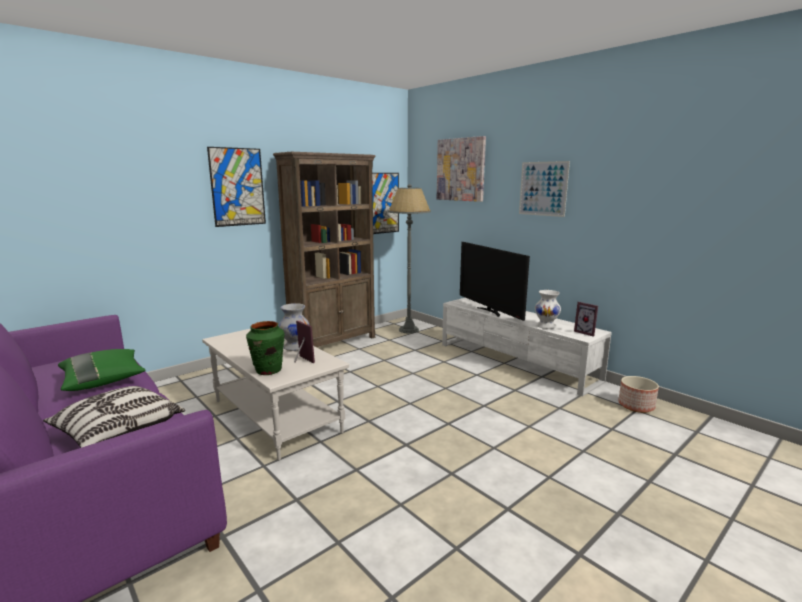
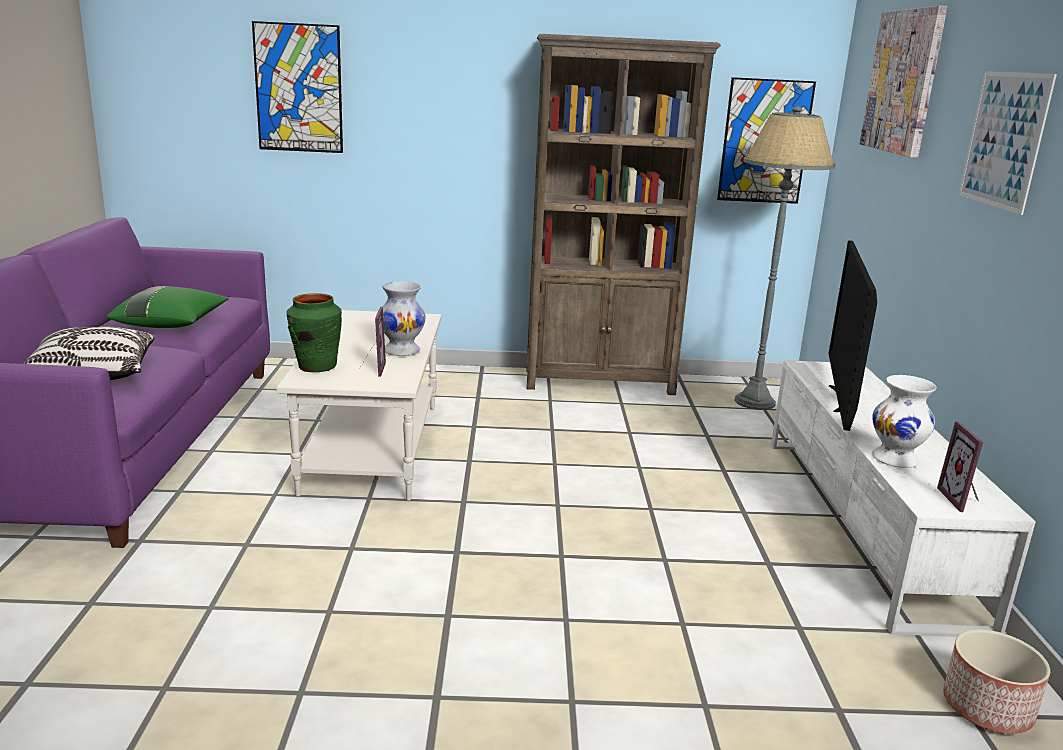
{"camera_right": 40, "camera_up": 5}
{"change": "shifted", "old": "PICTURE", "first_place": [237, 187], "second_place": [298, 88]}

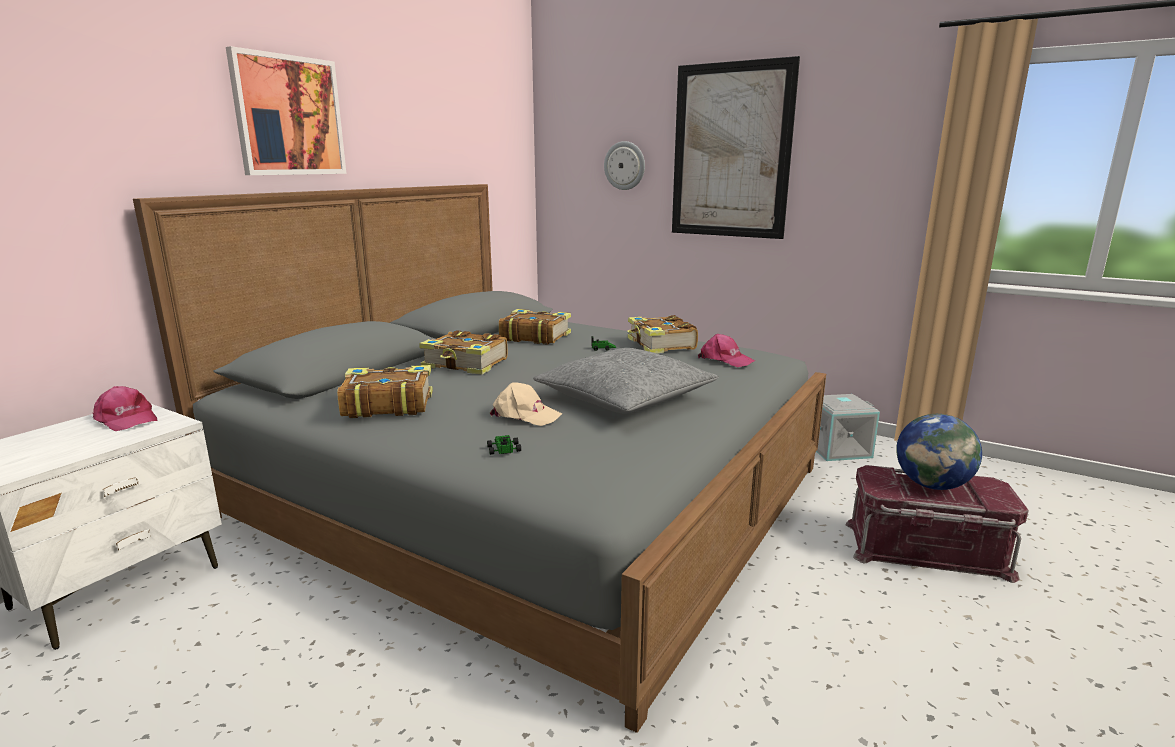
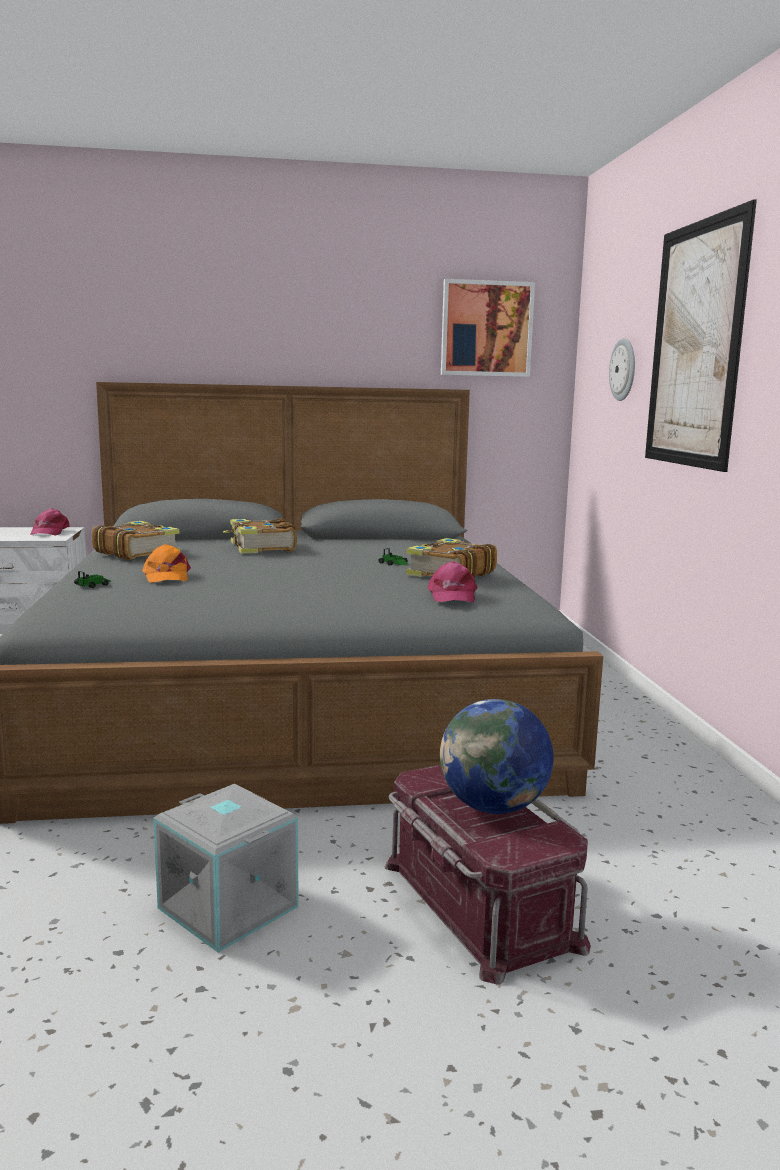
{"camera_right": 50, "camera_up": -5}
{"change": "gone", "old": "VOLUME", "first_place": [534, 336]}
{"change": "gone", "old": "GREY CUSHION", "first_place": [624, 398]}
{"change": "shifted", "old": "PICTURE", "first_place": [288, 116], "second_place": [486, 329]}
{"change": "shifted", "old": "GREY STORAGE BOX", "first_place": [837, 448], "second_place": [230, 906]}
{"change": "repainted", "old": "BEIGE PEAKED CAP", "new": "ORANGEY PEAKED CAP", "first_place": [525, 415], "second_place": [166, 576]}

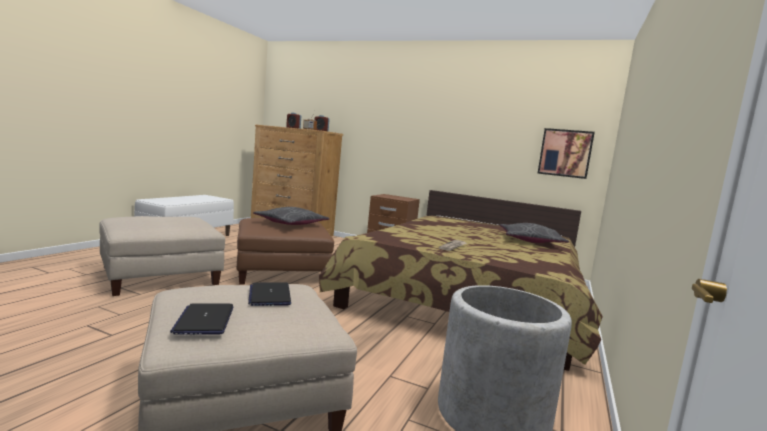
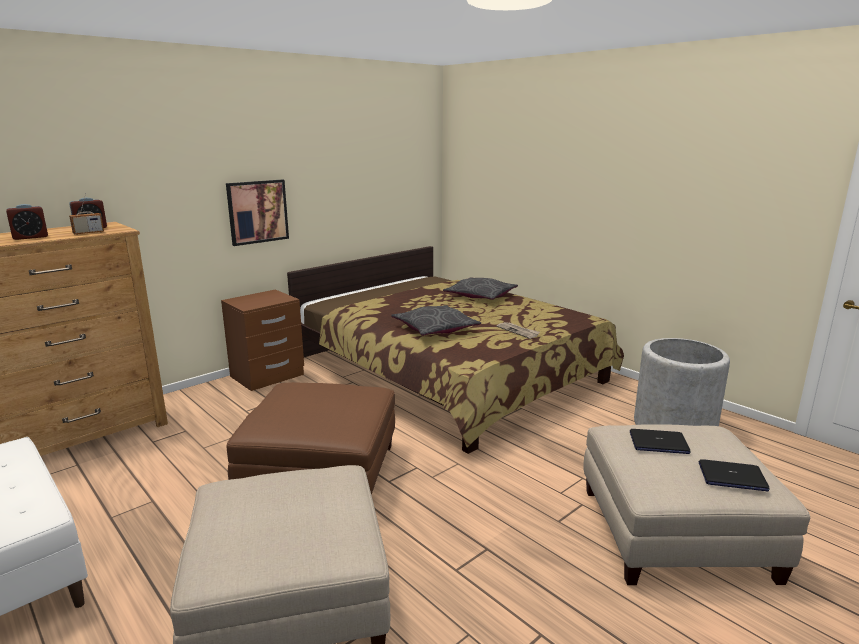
{"camera_right": -65, "camera_up": 10}
{"change": "shifted", "old": "GREY CUSHION", "first_place": [291, 223], "second_place": [435, 329]}
{"change": "shifted", "old": "PICTURE", "first_place": [565, 153], "second_place": [257, 211]}

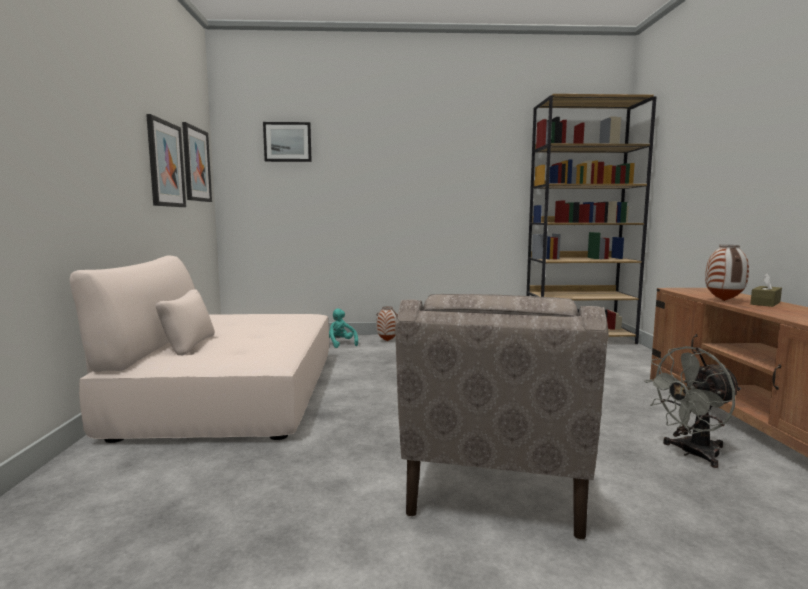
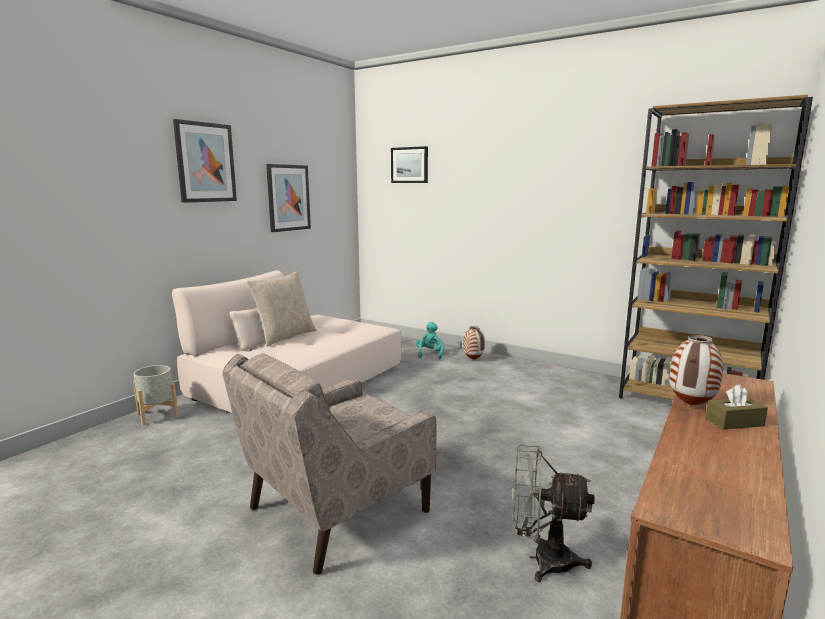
{"camera_right": 35, "camera_up": 5}
{"change": "new", "new": "GREY PLANT POT", "second_place": [157, 415]}
{"change": "new", "new": "BEIGE CUSHION", "second_place": [285, 336]}
{"change": "shifted", "old": "PICTURE", "first_place": [196, 164], "second_place": [205, 162]}

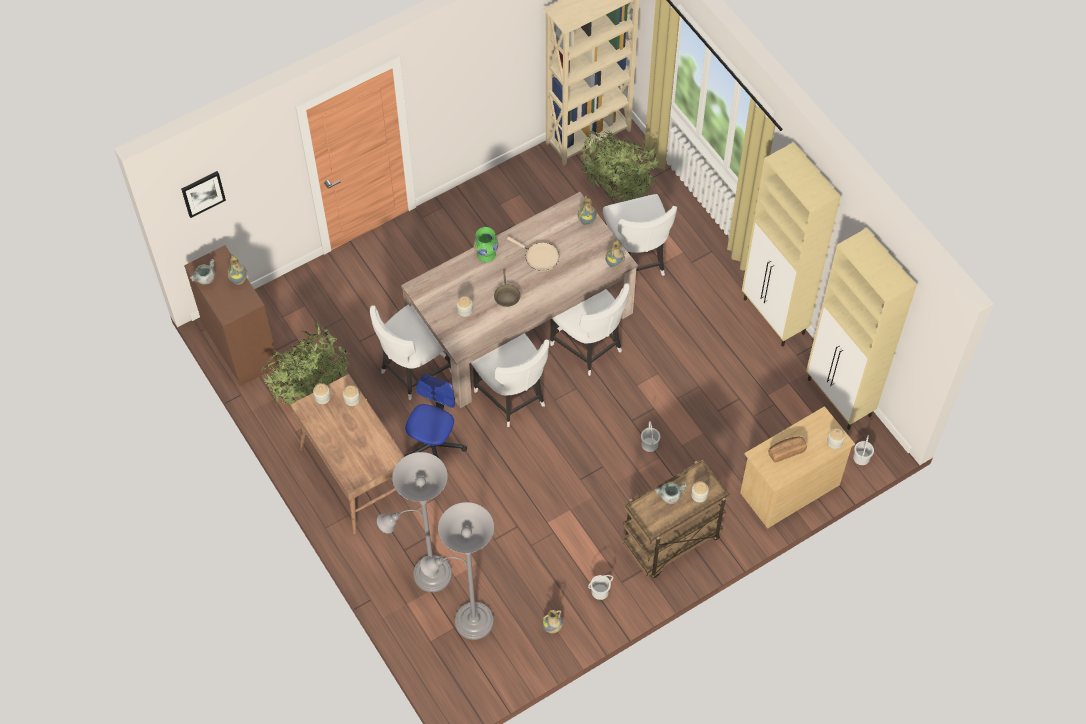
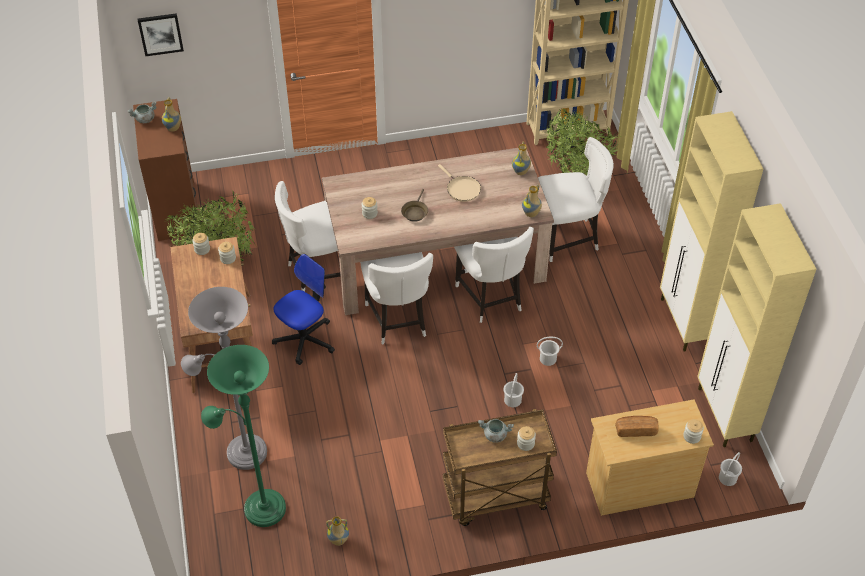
{"camera_right": 20, "camera_up": -10}
{"change": "gone", "old": "GREEN-COLOURED DECORATIVE VASE", "first_place": [486, 254]}
{"change": "shifted", "old": "WHITISH WATER BUCKET", "first_place": [600, 592], "second_place": [548, 359]}
{"change": "repainted", "old": "GREY STANDARD LAMP", "new": "GREEN-COLOURED STANDARD LAMP", "first_place": [468, 621], "second_place": [259, 507]}
{"change": "rotated", "old": "WHITISH PLAIN CHAIR", "first_place": [636, 261], "second_place": [569, 238], "degrees": -105}

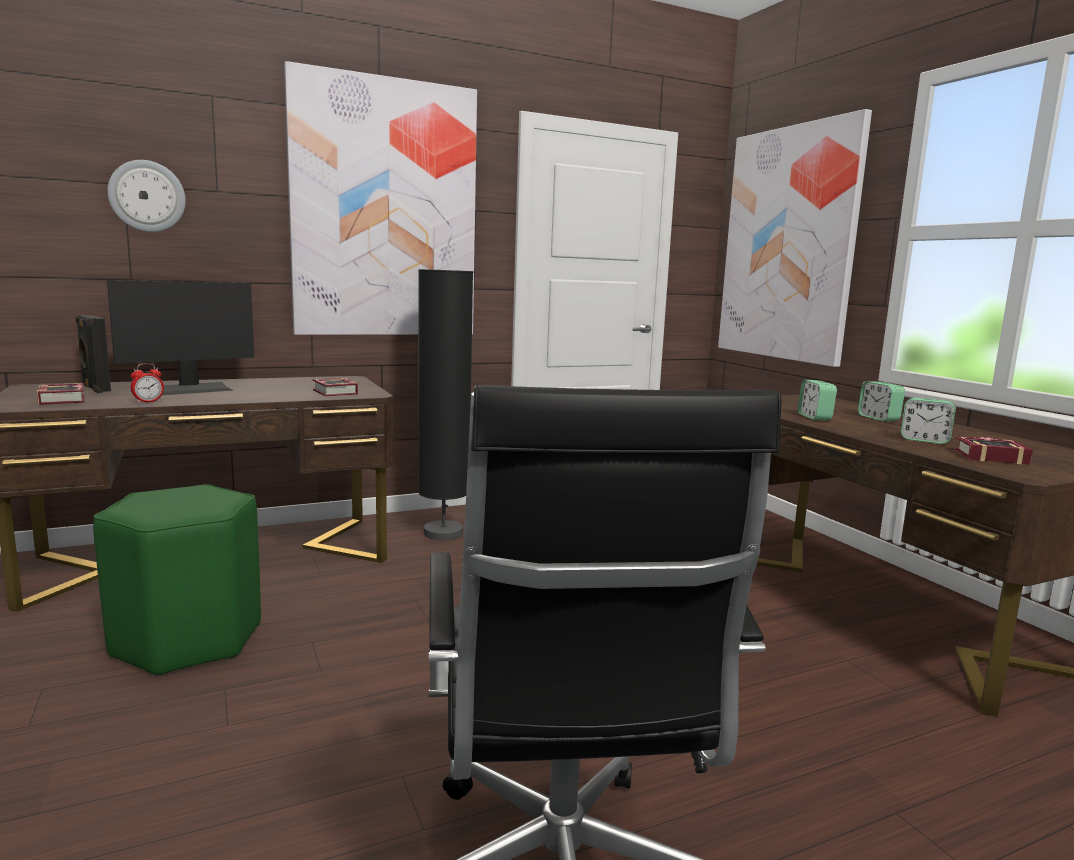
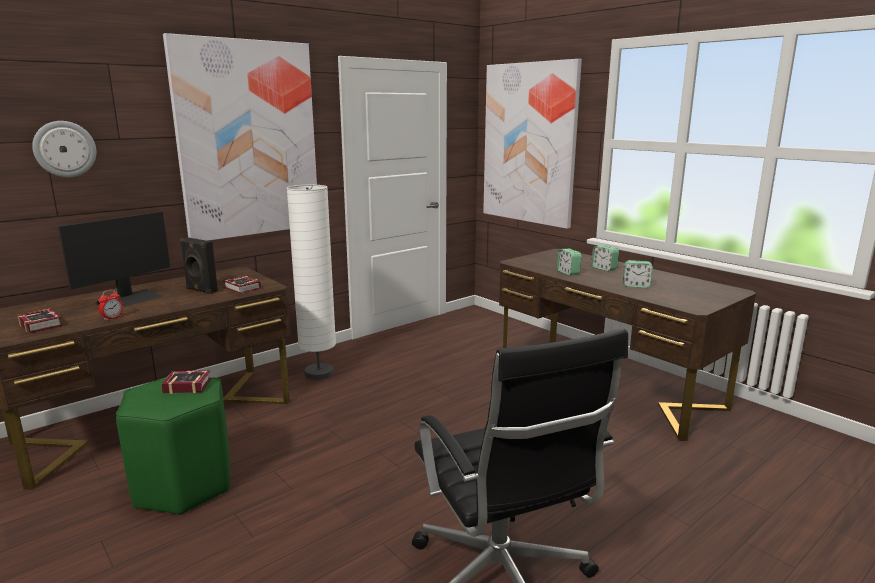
{"camera_right": -15, "camera_up": 5}
{"change": "shifted", "old": "BLACK AUDIO SPEAKER", "first_place": [95, 389], "second_place": [201, 290]}
{"change": "shifted", "old": "VOLUME", "first_place": [986, 456], "second_place": [186, 385]}
{"change": "repainted", "old": "BLACK STANDARD LAMP", "new": "WHITISH STANDARD LAMP", "first_place": [443, 533], "second_place": [319, 373]}

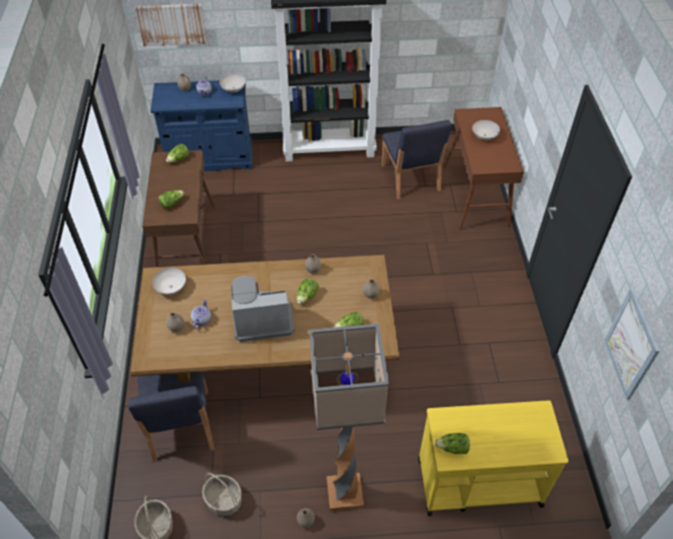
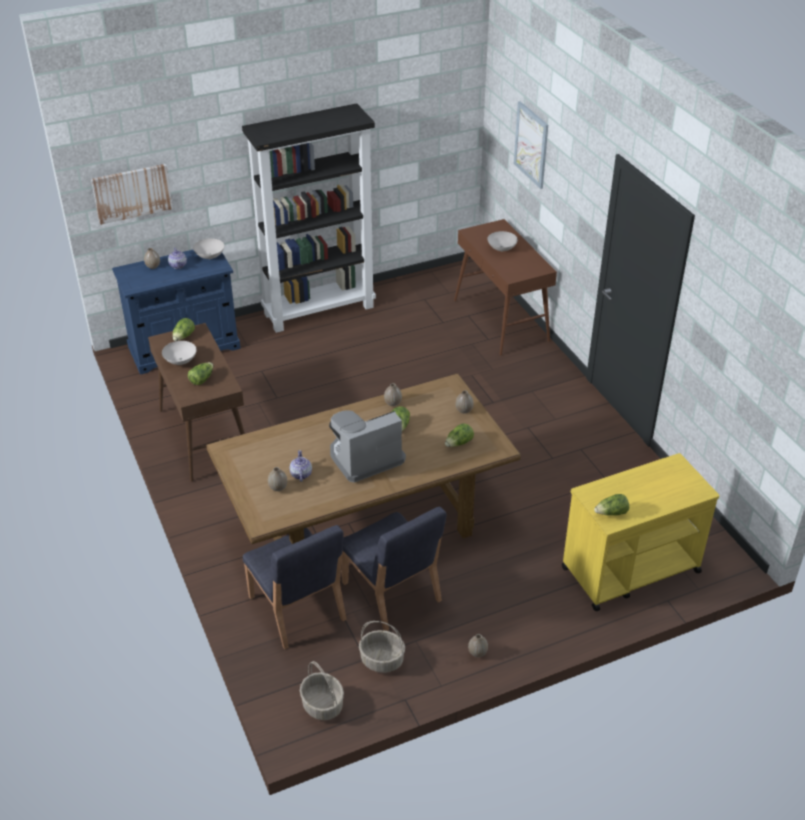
{"camera_right": -20, "camera_up": -10}
{"change": "gone", "old": "STANDARD LAMP", "first_place": [344, 494]}
{"change": "shifted", "old": "WHITISH BOWL", "first_place": [170, 287], "second_place": [180, 361]}
{"change": "shifted", "old": "BLUISH PLAIN CHAIR", "first_place": [410, 178], "second_place": [391, 592]}
{"change": "shifted", "old": "PICTURE", "first_place": [631, 344], "second_place": [531, 144]}

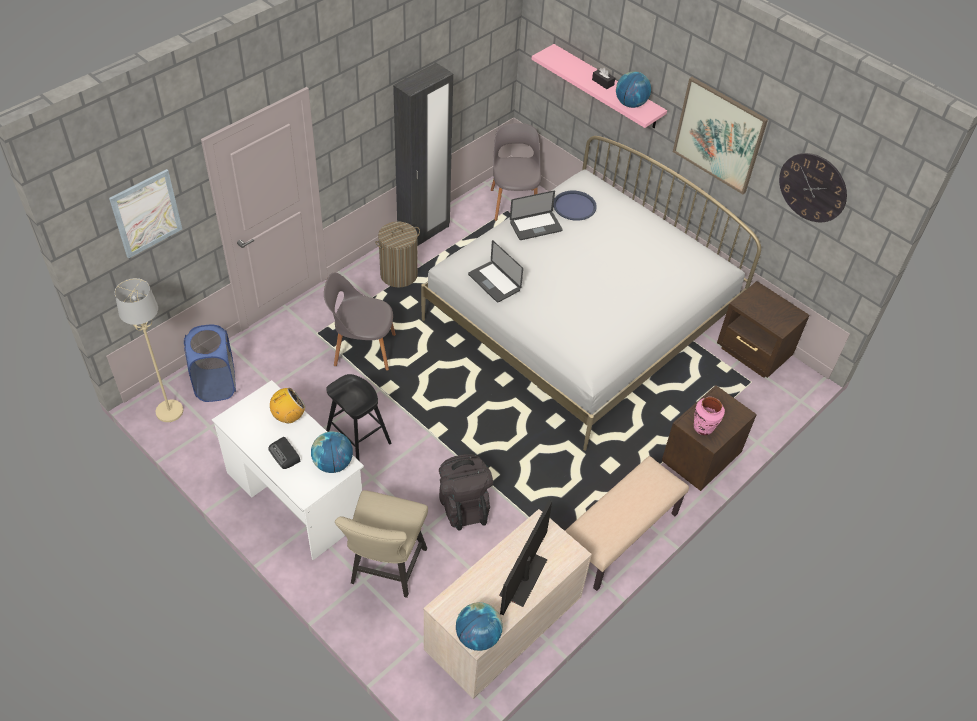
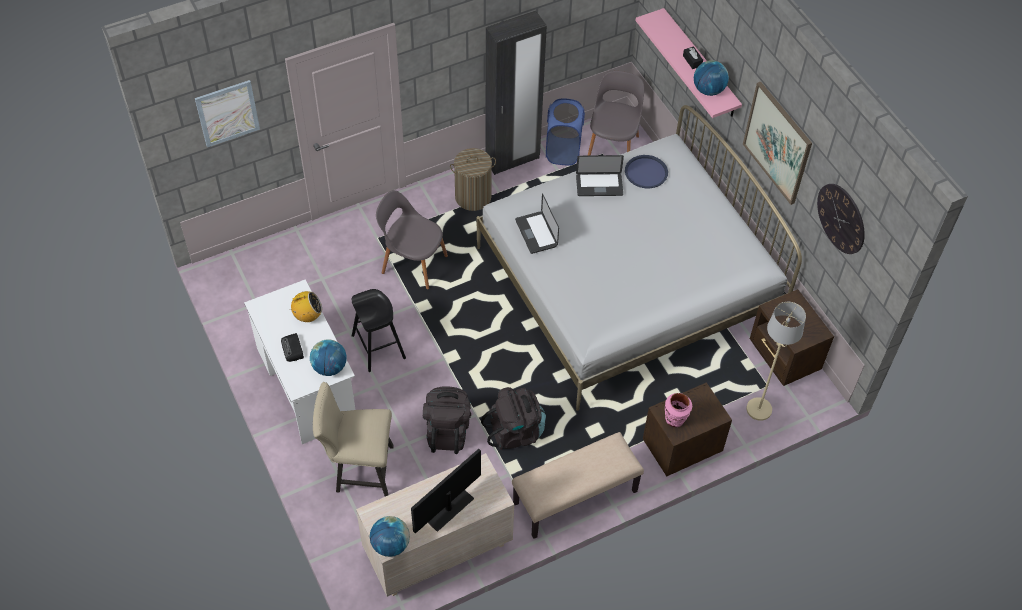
{"camera_right": 20, "camera_up": 5}
{"change": "new", "new": "BLACK RUCKSACK", "second_place": [515, 432]}
{"change": "shifted", "old": "BEIGE STANDARD LAMP", "first_place": [170, 411], "second_place": [759, 409]}
{"change": "shifted", "old": "BLUISH HAMPER", "first_place": [216, 385], "second_place": [563, 151]}
{"change": "rotated", "old": "BEIGE PLAIN CHAIR", "first_place": [385, 570], "second_place": [359, 470], "degrees": 60}

